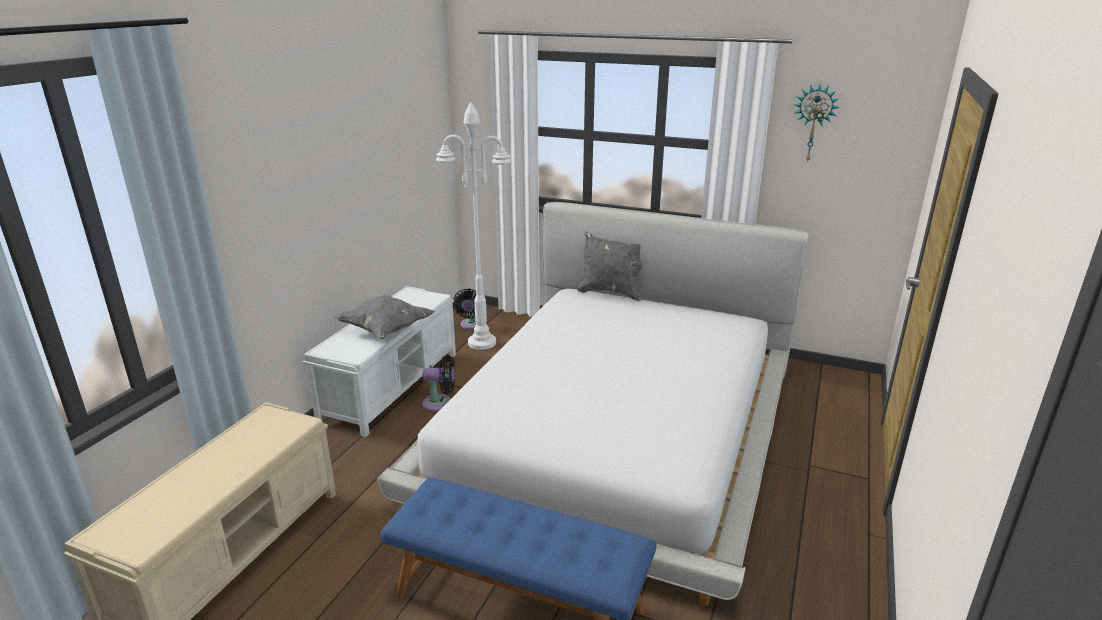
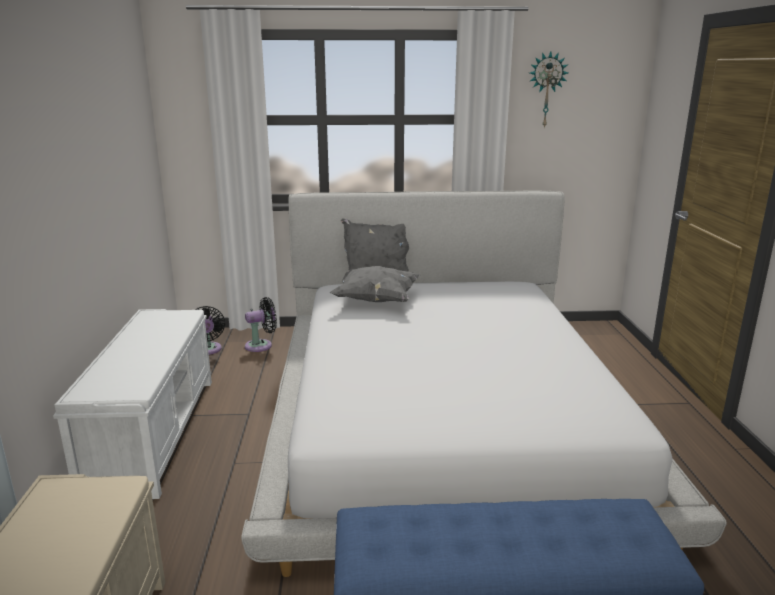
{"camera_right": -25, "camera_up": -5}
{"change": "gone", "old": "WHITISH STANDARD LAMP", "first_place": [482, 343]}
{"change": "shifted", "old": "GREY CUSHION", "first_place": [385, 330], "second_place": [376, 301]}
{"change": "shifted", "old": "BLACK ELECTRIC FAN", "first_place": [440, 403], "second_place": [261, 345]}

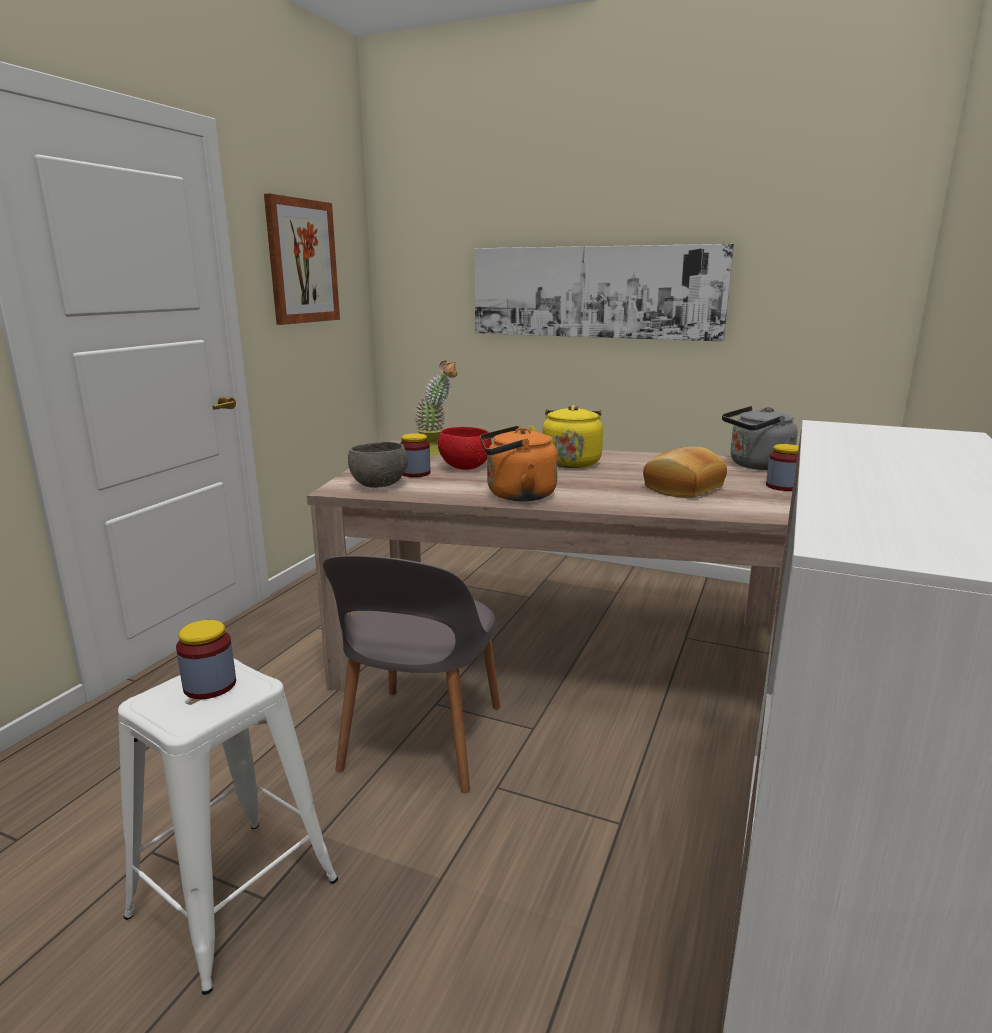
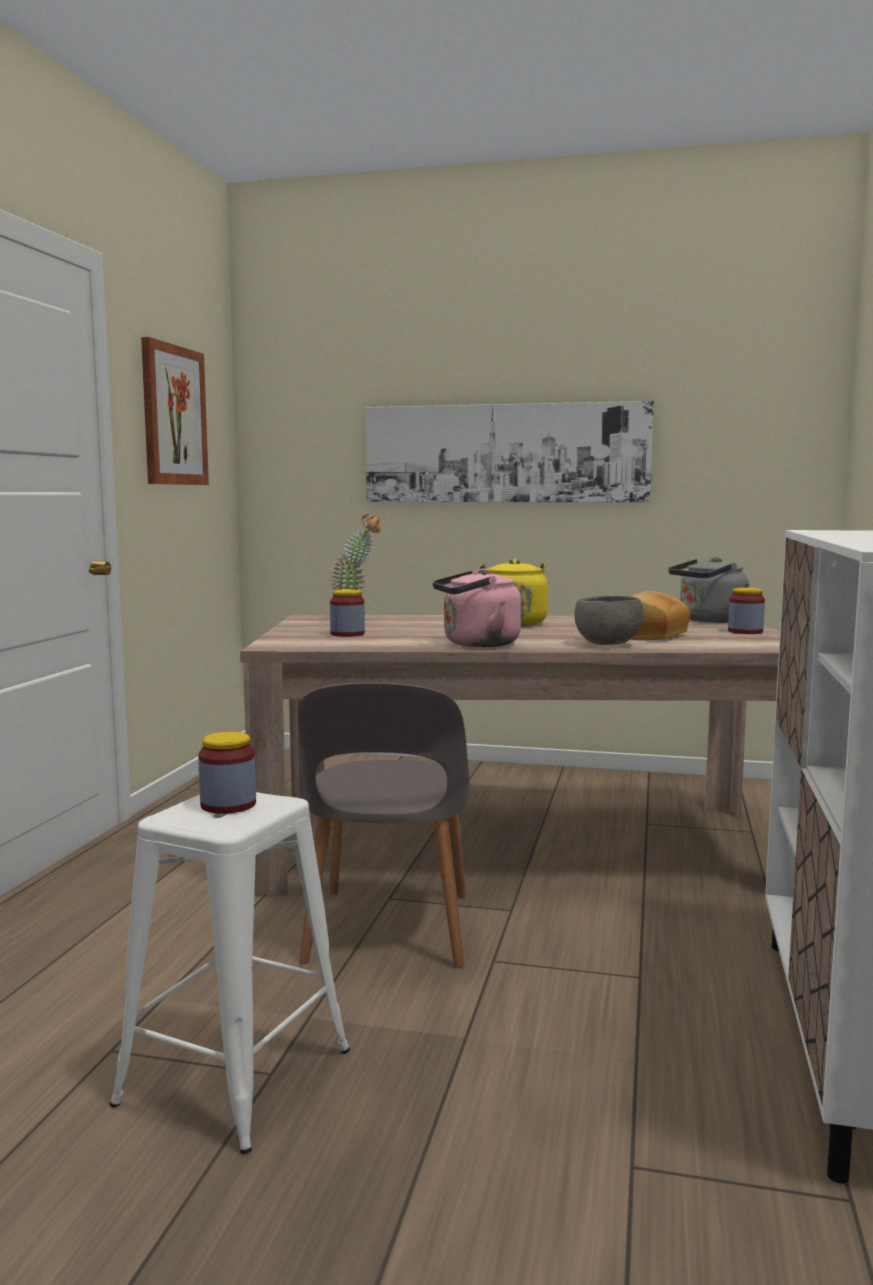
{"camera_right": -10, "camera_up": -10}
{"change": "gone", "old": "RED BOWL", "first_place": [465, 468]}
{"change": "shifted", "old": "GREY BOWL", "first_place": [379, 485], "second_place": [608, 644]}
{"change": "repainted", "old": "ORANGEY TEA KETTLE", "new": "PINK-COLOURED TEA KETTLE", "first_place": [516, 495], "second_place": [476, 644]}

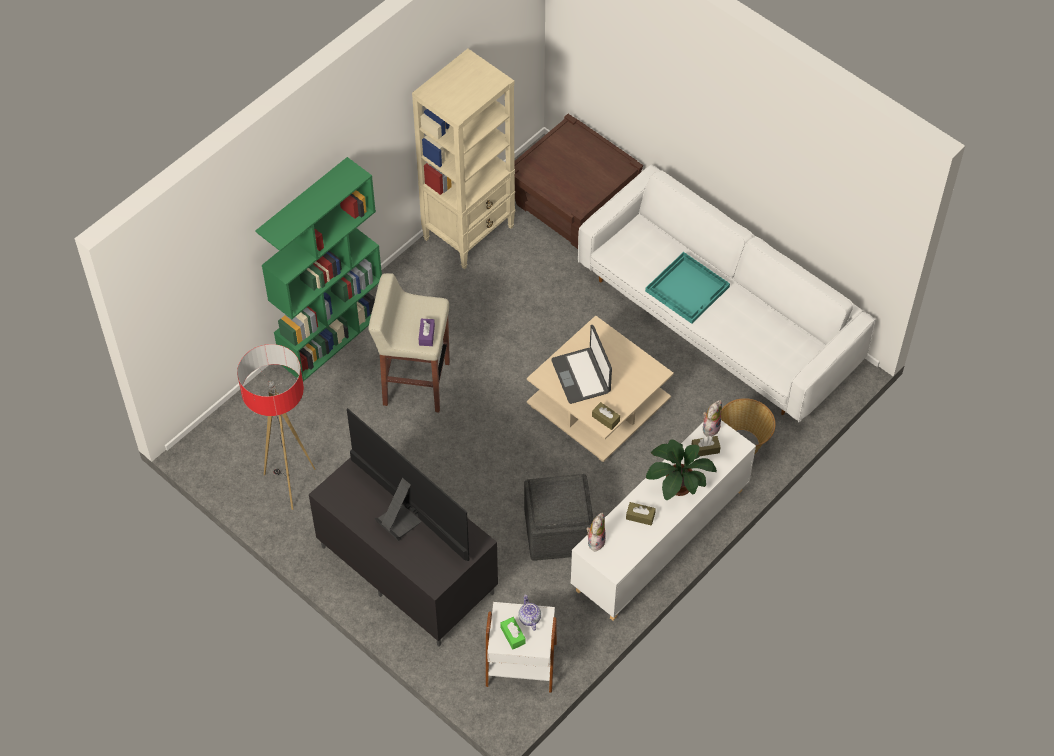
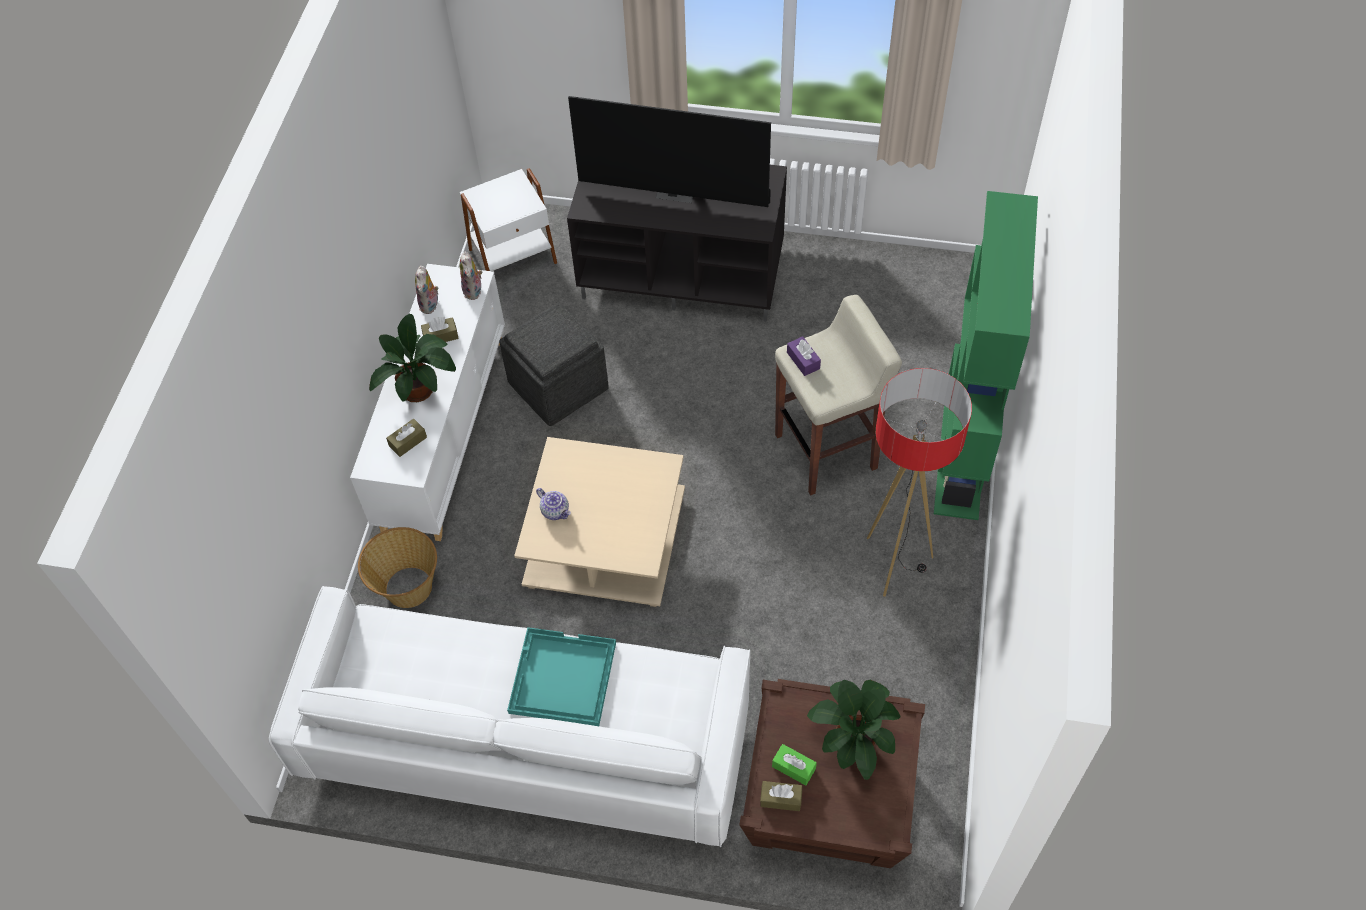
{"camera_right": 150, "camera_up": 0}
{"change": "gone", "old": "BEIGE SHELVING UNIT", "first_place": [469, 232]}
{"change": "gone", "old": "LAPTOP", "first_place": [581, 376]}
{"change": "new", "new": "HOUSEPLANT", "second_place": [853, 740]}
{"change": "shifted", "old": "STANDARD LAMP", "first_place": [290, 484], "second_place": [895, 563]}
{"change": "shifted", "old": "GREEN-COLOURED TISSUE HOLDER", "first_place": [513, 635], "second_place": [793, 767]}
{"change": "shifted", "old": "TEAPOT", "first_place": [529, 618], "second_place": [555, 511]}
{"change": "shifted", "old": "BROWN TISSUE HOLDER", "first_place": [605, 419], "second_place": [781, 799]}
{"change": "shifted", "old": "SOFT TOY", "first_place": [710, 427], "second_place": [430, 305]}

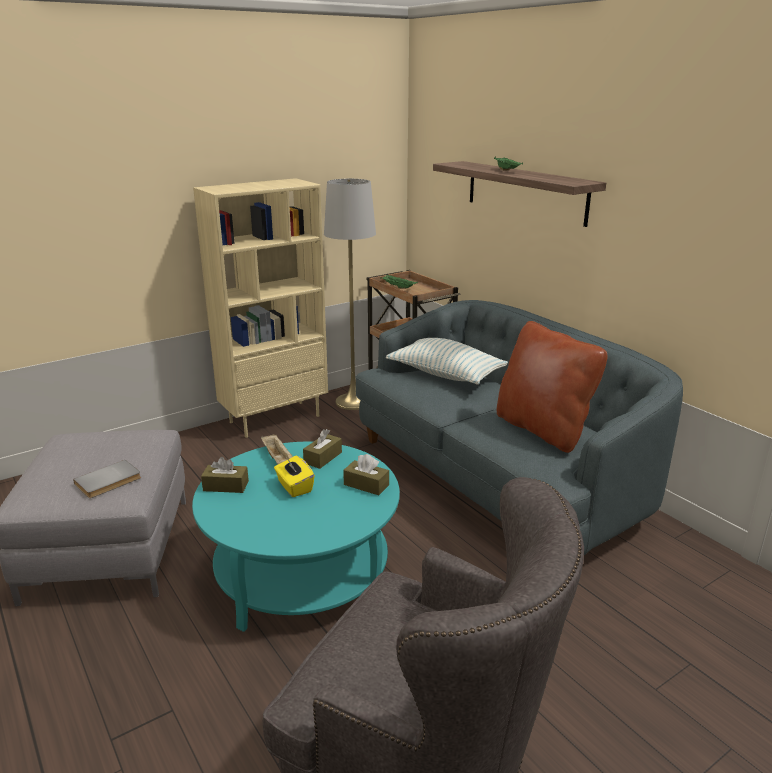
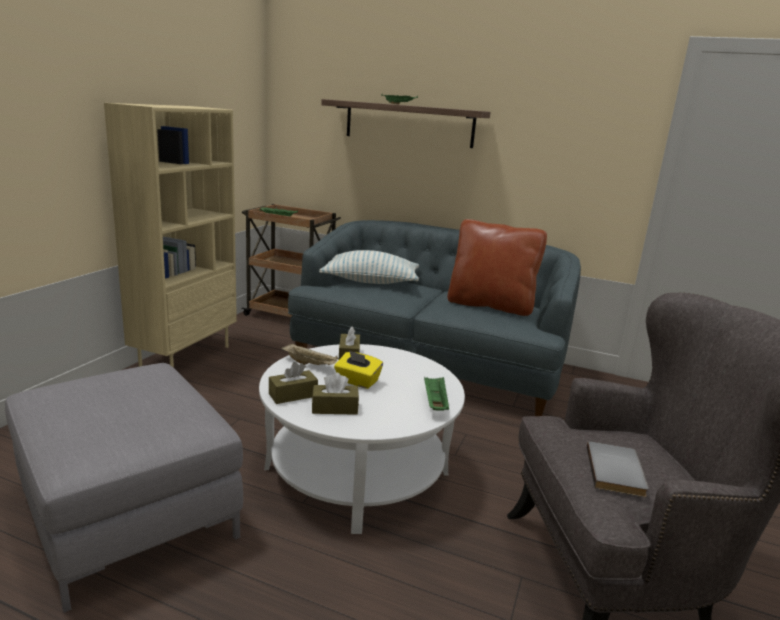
{"camera_right": -35, "camera_up": -5}
{"change": "gone", "old": "GREY STANDARD LAMP", "first_place": [353, 401]}
{"change": "new", "new": "GREEN-COLOURED TRAY", "second_place": [435, 402]}
{"change": "shifted", "old": "GREY VOLUME", "first_place": [109, 481], "second_place": [617, 471]}
{"change": "shifted", "old": "BROWN TISSUE HOLDER", "first_place": [366, 485], "second_place": [334, 408]}
{"change": "repainted", "old": "BLUE-GREEN LOW TABLE", "new": "WHITISH LOW TABLE", "first_place": [302, 572], "second_place": [357, 470]}

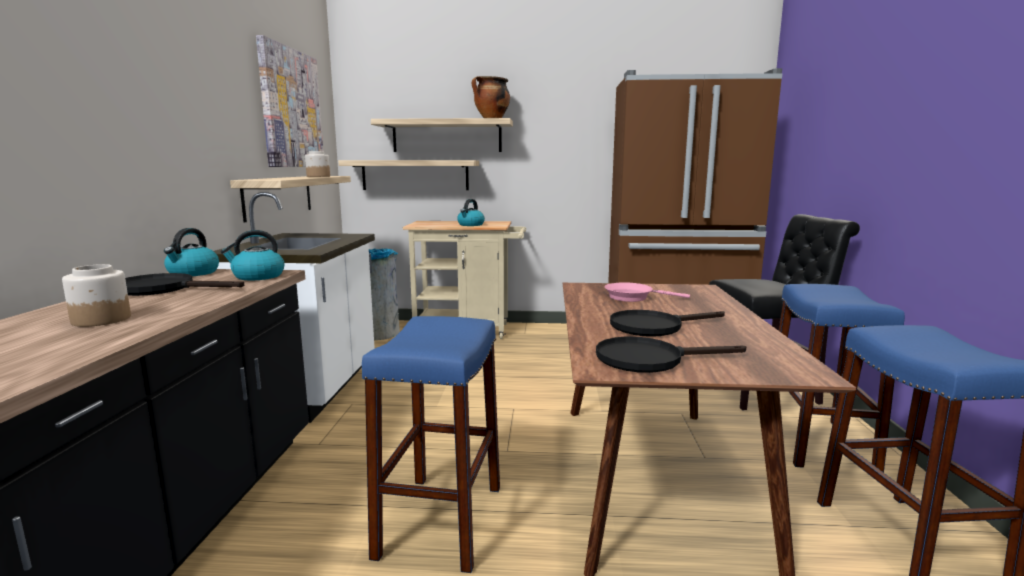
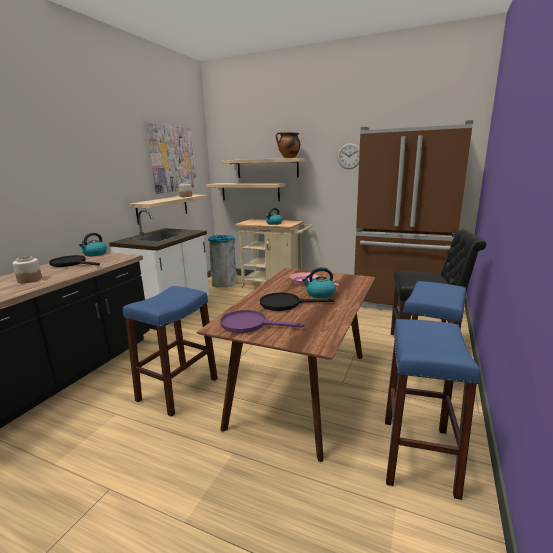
{"camera_right": 20, "camera_up": 5}
{"change": "new", "new": "CLOCK ON THE WALL", "second_place": [349, 156]}
{"change": "shifted", "old": "TEA KETTLE", "first_place": [257, 276], "second_place": [320, 294]}
{"change": "repainted", "old": "BLACK FRYING PAN", "new": "PURPLISH FRYING PAN", "first_place": [650, 359], "second_place": [250, 325]}

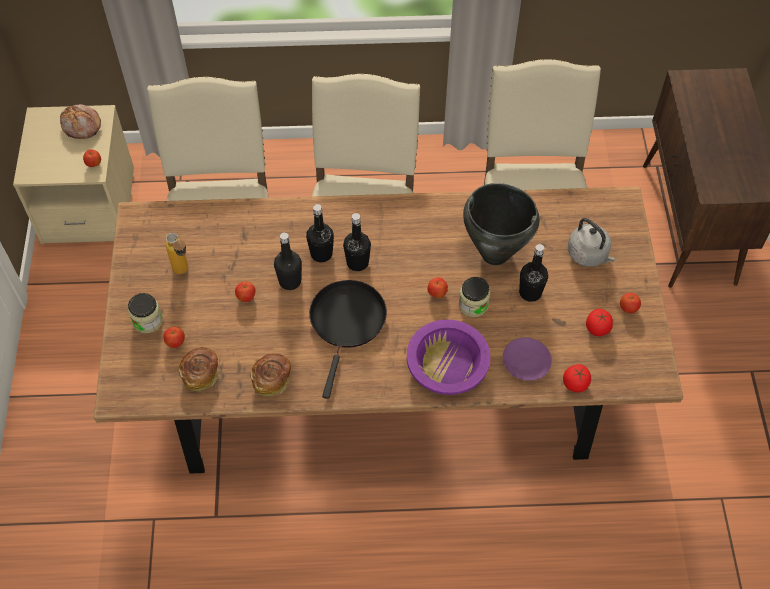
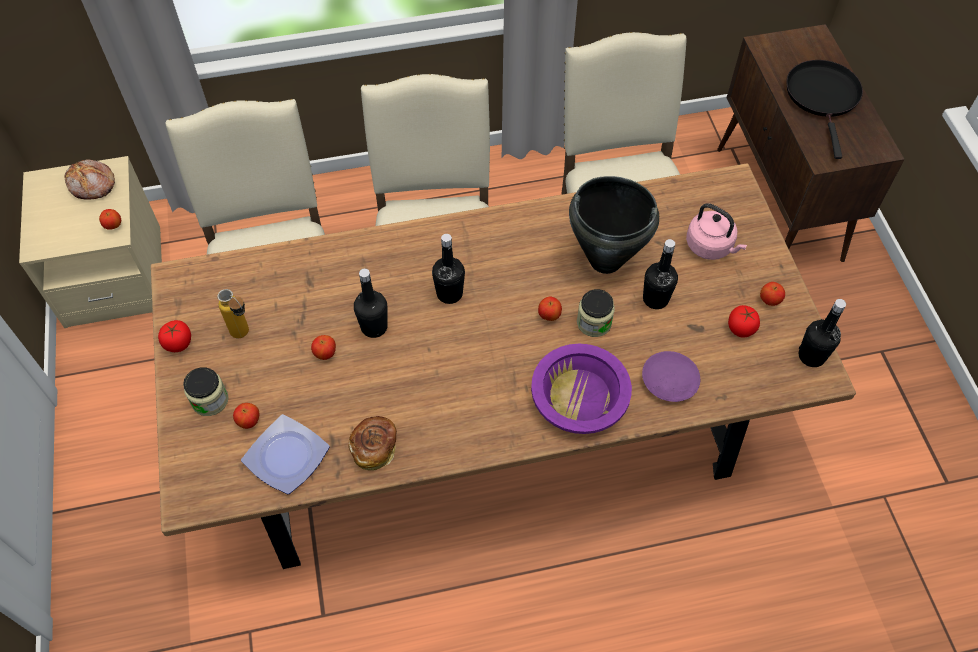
{"camera_right": -10, "camera_up": 0}
{"change": "shifted", "old": "BLACK BEVERAGE BOTTLE", "first_place": [321, 254], "second_place": [811, 356]}
{"change": "shifted", "old": "BLACK FRYING PAN", "first_place": [347, 323], "second_place": [823, 97]}
{"change": "shifted", "old": "FRESH TOMATO", "first_place": [575, 384], "second_place": [178, 343]}
{"change": "swapped", "old": "BREAD", "new": "PLATE", "first_place": [201, 374], "second_place": [286, 455]}
{"change": "repainted", "old": "GREY TEA KETTLE", "new": "PINK-COLOURED TEA KETTLE", "first_place": [589, 255], "second_place": [711, 246]}

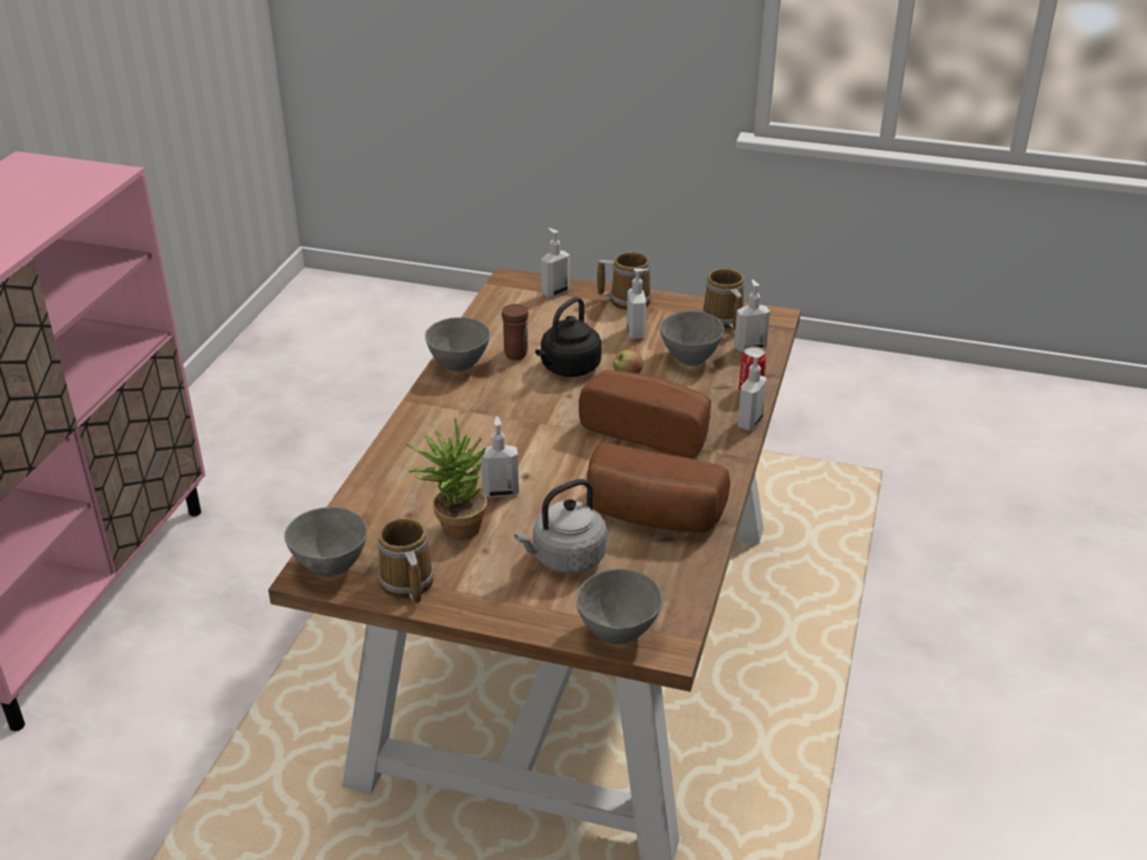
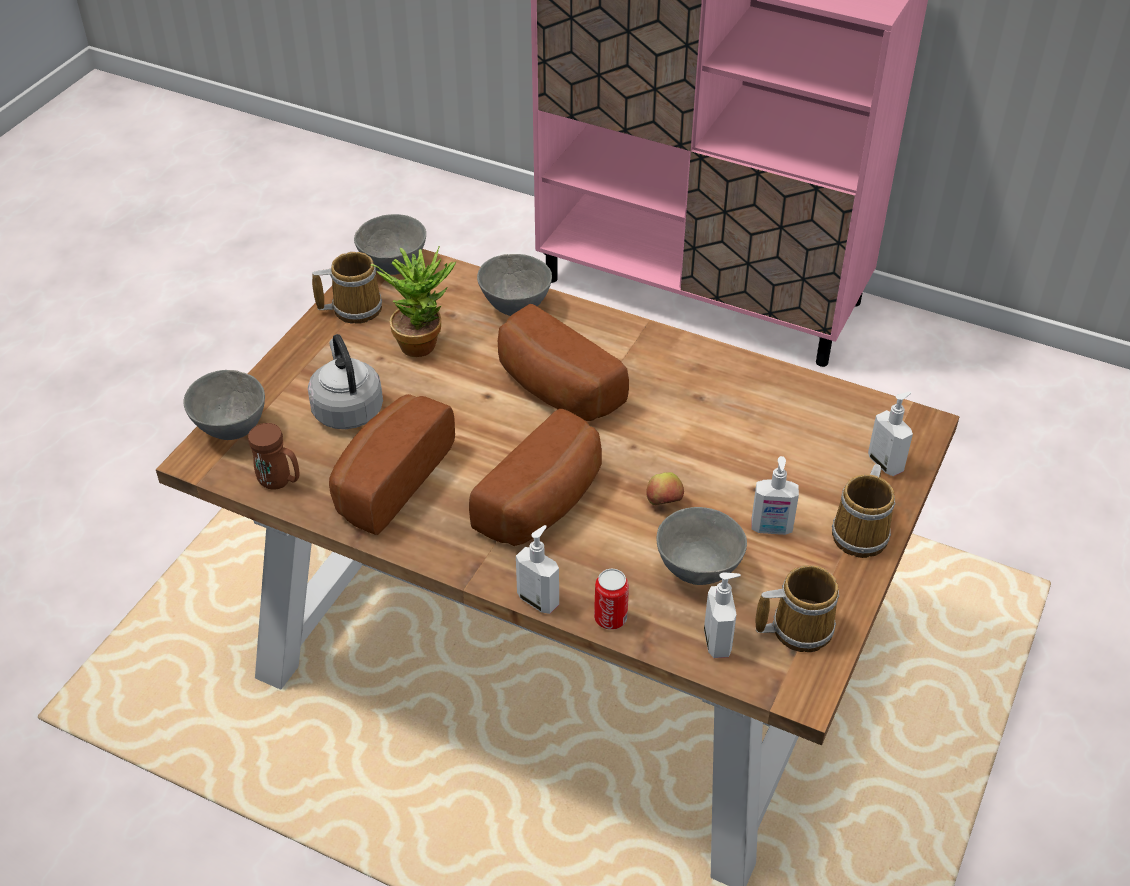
{"camera_right": 100, "camera_up": 10}
{"change": "gone", "old": "SOAP BOTTLE", "first_place": [500, 492]}
{"change": "gone", "old": "BLACK TEA KETTLE", "first_place": [568, 368]}
{"change": "new", "new": "BREAD", "second_place": [554, 390]}
{"change": "shifted", "old": "GREY BOWL", "first_place": [459, 366], "second_place": [514, 308]}
{"change": "shifted", "old": "BROWN MUG", "first_place": [517, 352], "second_place": [280, 482]}

